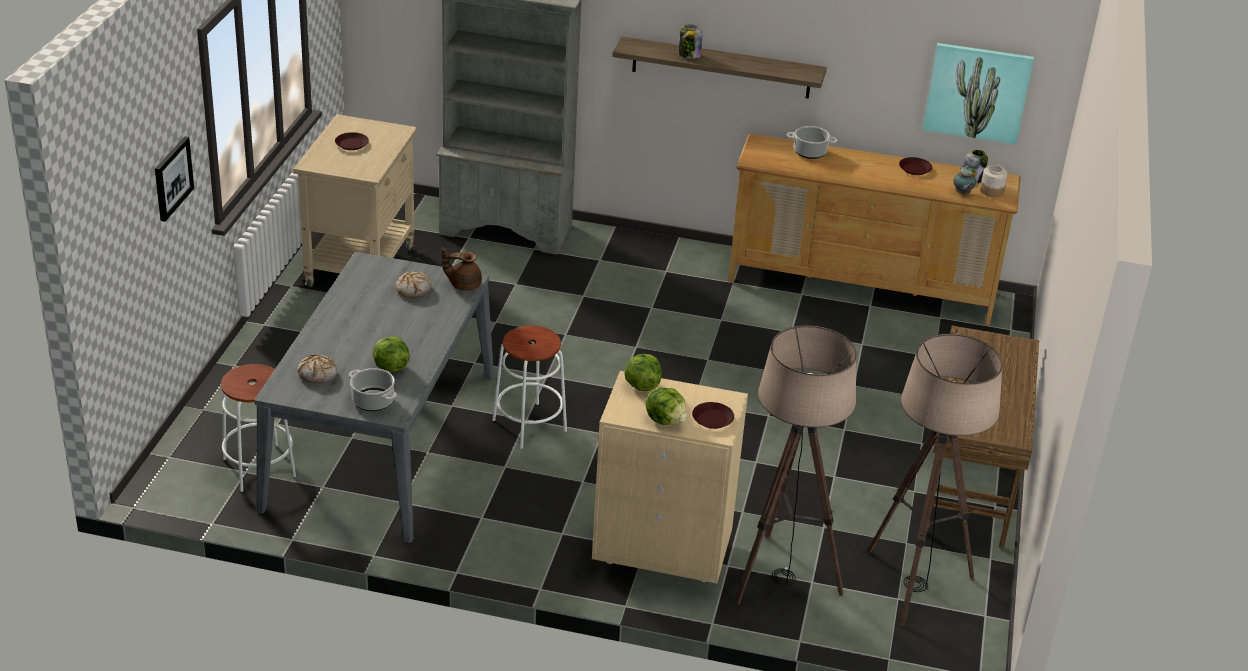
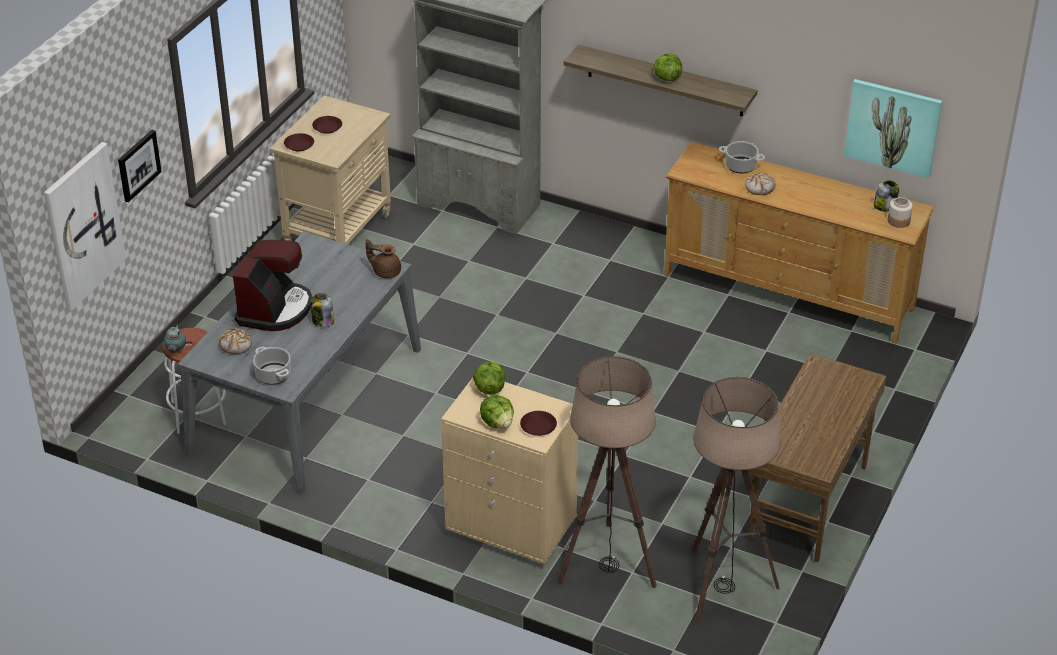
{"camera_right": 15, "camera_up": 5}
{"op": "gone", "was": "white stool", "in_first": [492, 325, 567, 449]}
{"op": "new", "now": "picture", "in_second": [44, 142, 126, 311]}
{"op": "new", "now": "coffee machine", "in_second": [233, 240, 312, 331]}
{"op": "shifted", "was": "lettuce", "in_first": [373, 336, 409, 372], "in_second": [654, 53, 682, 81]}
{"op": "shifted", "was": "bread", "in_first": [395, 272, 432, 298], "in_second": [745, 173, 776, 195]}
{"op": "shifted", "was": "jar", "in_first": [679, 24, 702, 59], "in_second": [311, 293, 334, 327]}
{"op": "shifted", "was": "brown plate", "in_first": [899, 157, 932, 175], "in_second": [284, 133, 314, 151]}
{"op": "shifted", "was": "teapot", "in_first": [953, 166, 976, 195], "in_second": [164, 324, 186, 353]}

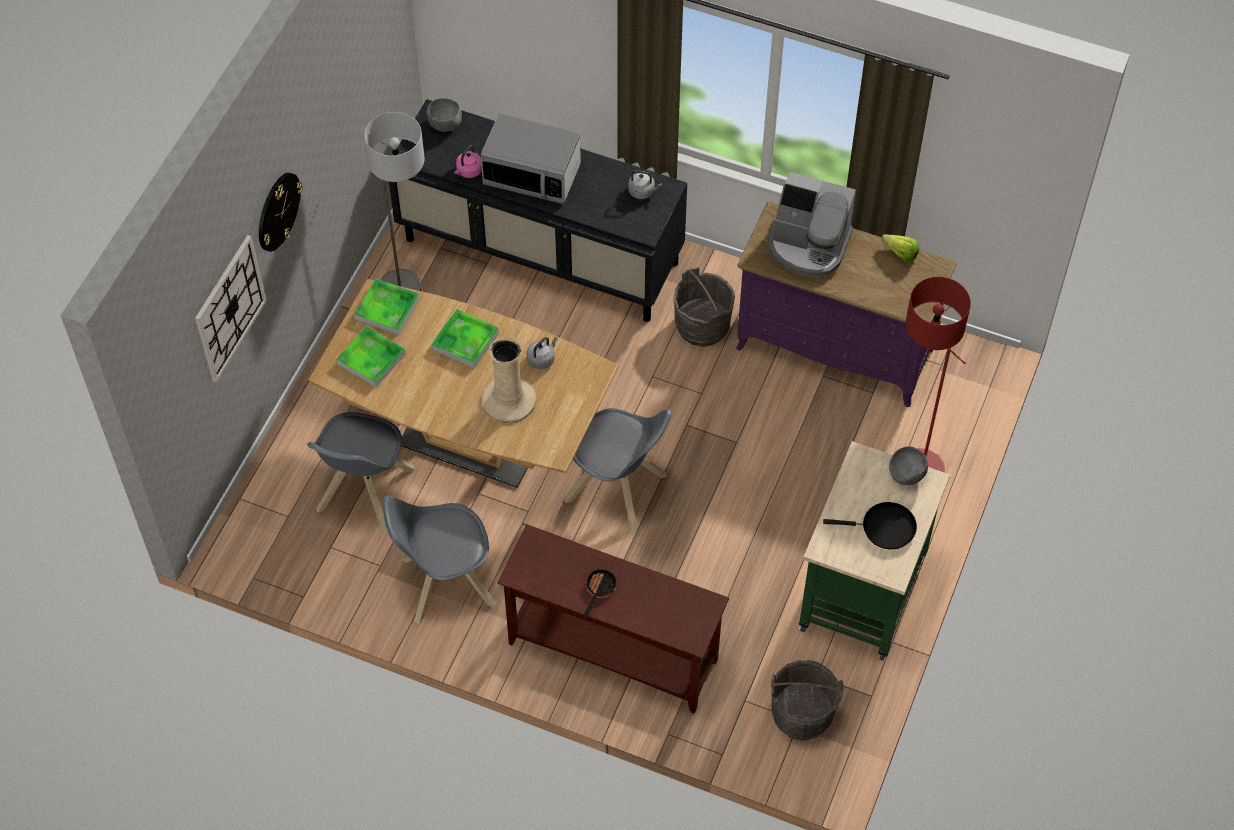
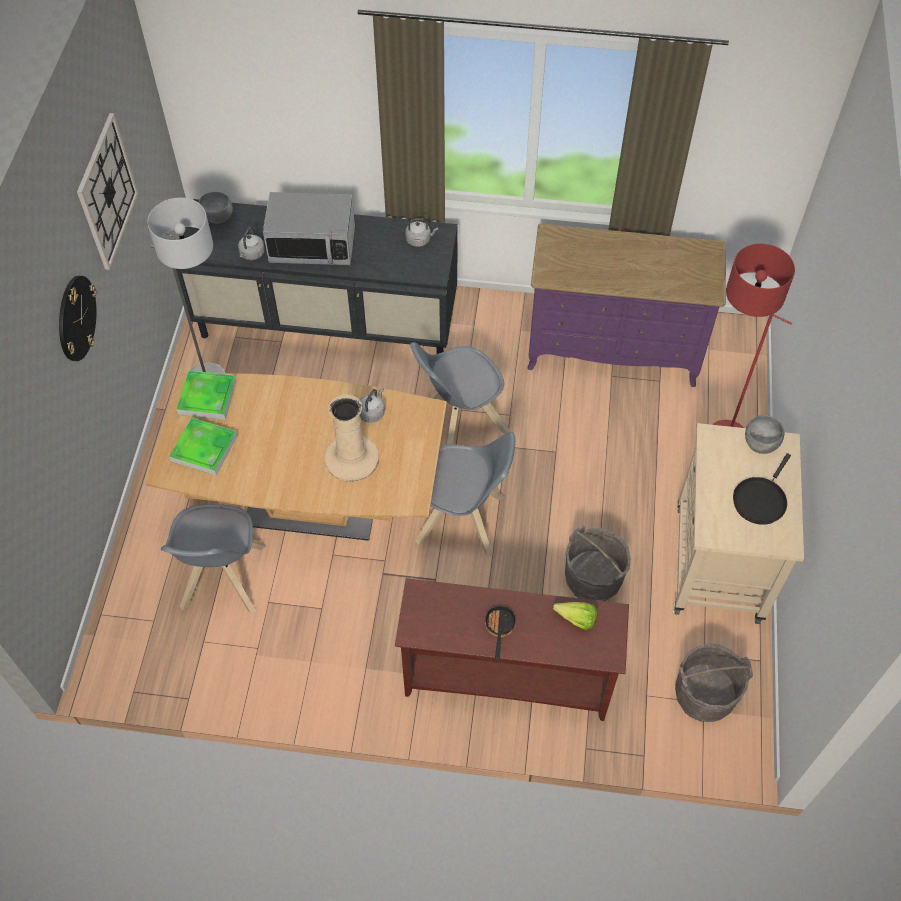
{"camera_right": -15, "camera_up": 0}
{"op": "gone", "was": "tray", "in_first": [432, 309, 499, 368]}
{"op": "gone", "was": "coffee machine", "in_first": [768, 172, 856, 277]}
{"op": "shifted", "was": "wall clock", "in_first": [195, 235, 267, 382], "in_second": [77, 113, 138, 270]}
{"op": "shifted", "was": "grey chair", "in_first": [383, 496, 497, 624], "in_second": [410, 342, 510, 445]}
{"op": "shifted", "was": "grey bucket", "in_first": [673, 267, 735, 347], "in_second": [565, 525, 631, 601]}
{"op": "shifted", "was": "lettuce", "in_first": [881, 235, 919, 262], "in_second": [553, 602, 597, 630]}
{"op": "repainted", "was": "pink kettle", "now": "grey kettle", "in_first": [454, 145, 482, 178], "in_second": [238, 227, 265, 260]}
{"op": "repainted", "was": "green cart", "now": "beige cart", "in_first": [799, 441, 950, 661], "in_second": [673, 423, 804, 624]}
{"op": "rotated", "was": "black frying pan", "in_first": [823, 502, 917, 549], "in_second": [733, 453, 791, 525], "clockwise": 135}

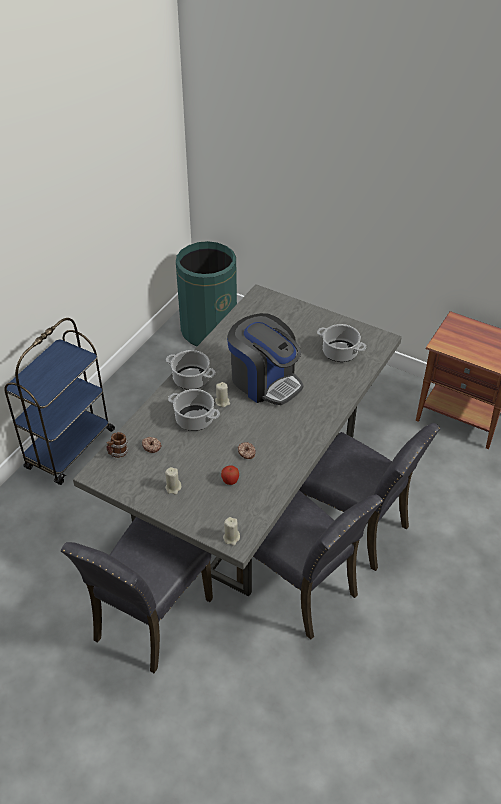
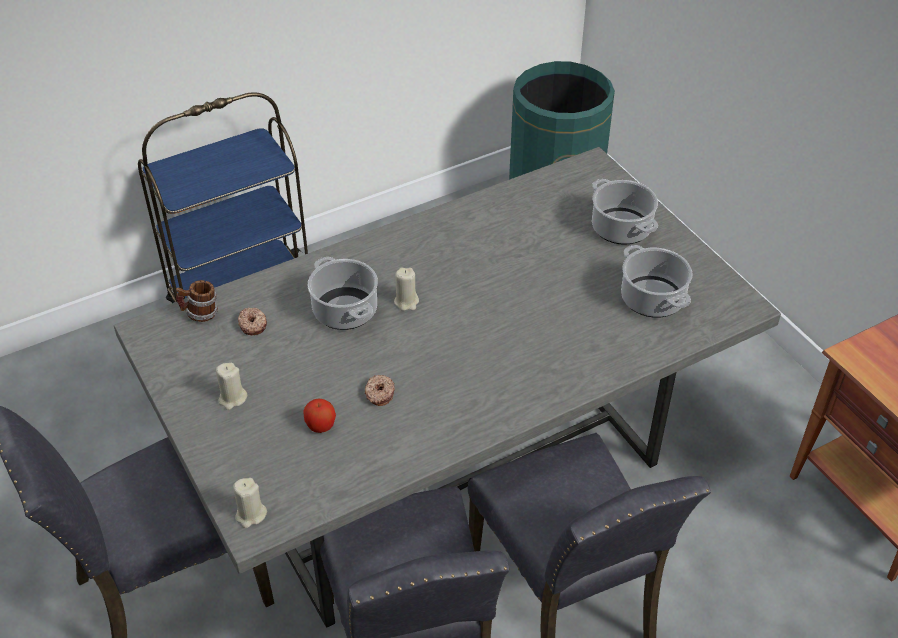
{"camera_right": 30, "camera_up": 0}
{"op": "gone", "was": "coffee machine", "in_first": [227, 313, 303, 405]}
{"op": "shifted", "was": "cooking pot", "in_first": [166, 350, 216, 390], "in_second": [592, 179, 658, 245]}

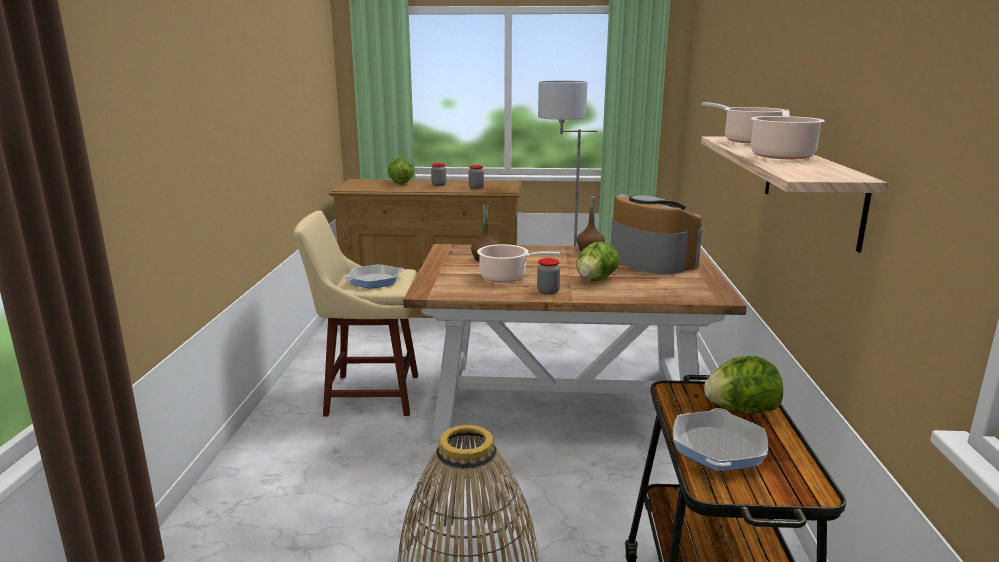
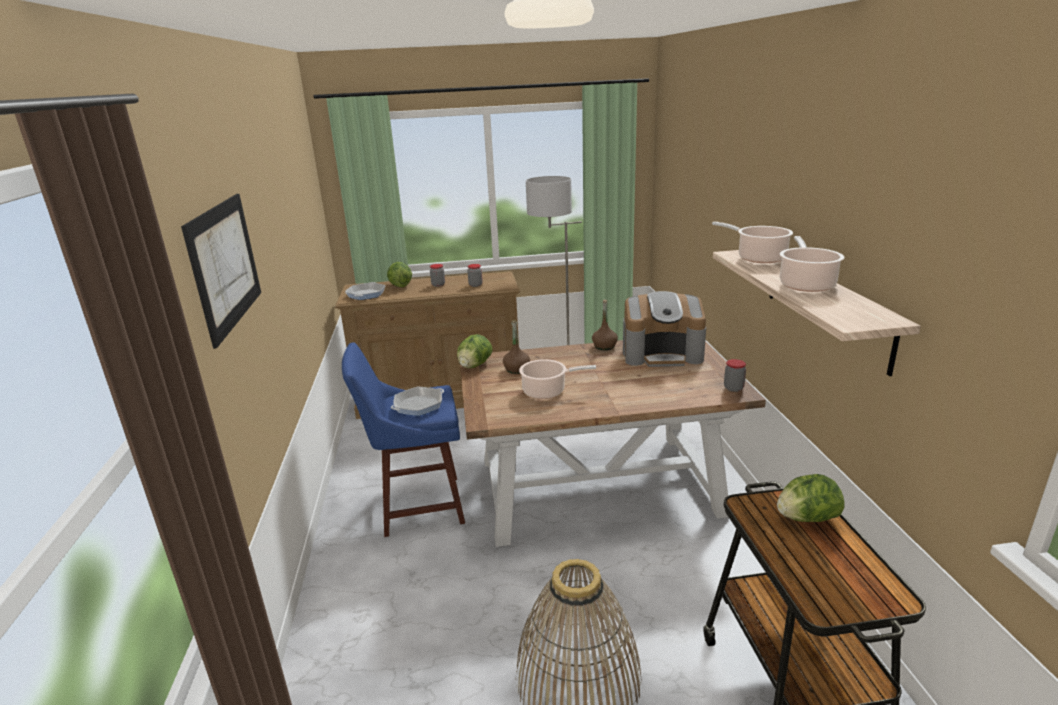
{"camera_right": -10, "camera_up": 5}
{"op": "new", "now": "picture", "in_second": [181, 194, 261, 349]}
{"op": "shifted", "was": "jar", "in_first": [537, 258, 560, 295], "in_second": [724, 359, 746, 392]}
{"op": "shifted", "was": "lettuce", "in_first": [576, 242, 620, 281], "in_second": [457, 334, 493, 368]}
{"op": "shifted", "was": "frying pan", "in_first": [673, 408, 768, 471], "in_second": [345, 282, 386, 300]}
{"op": "repainted", "was": "beige stool", "now": "blue stool", "in_first": [293, 211, 418, 416], "in_second": [342, 342, 465, 537]}
{"op": "rotated", "was": "coffee machine", "in_first": [610, 194, 703, 274], "in_second": [623, 291, 706, 367], "clockwise": 135}

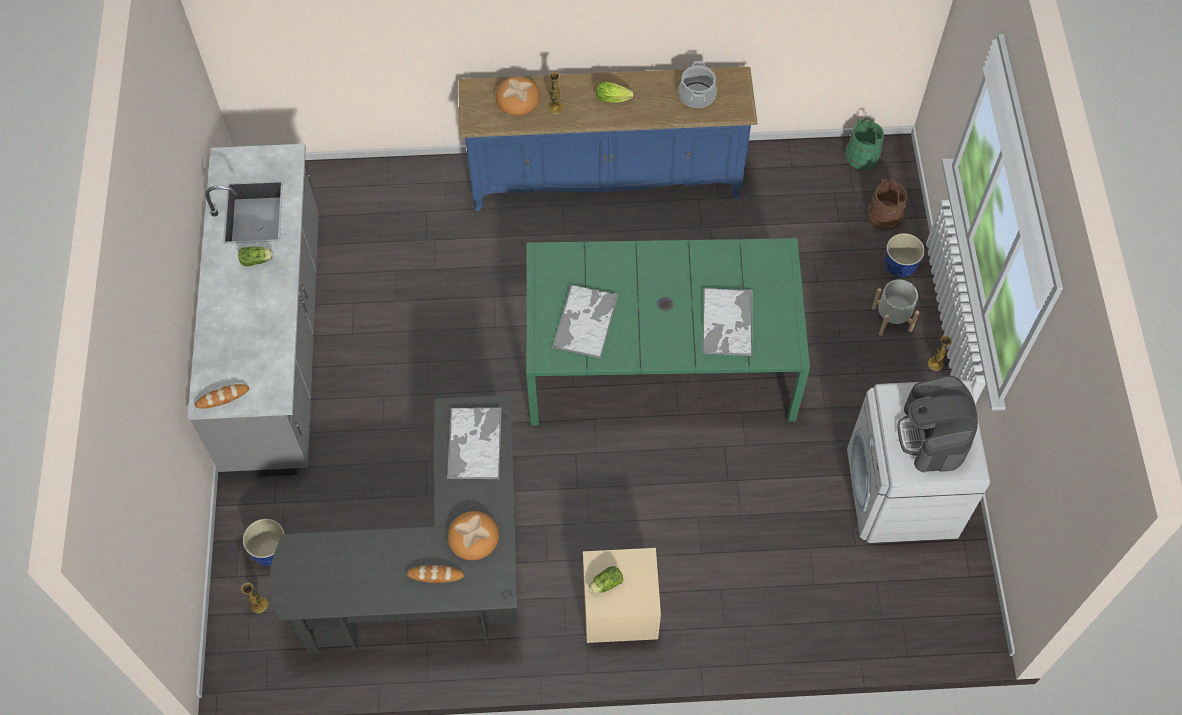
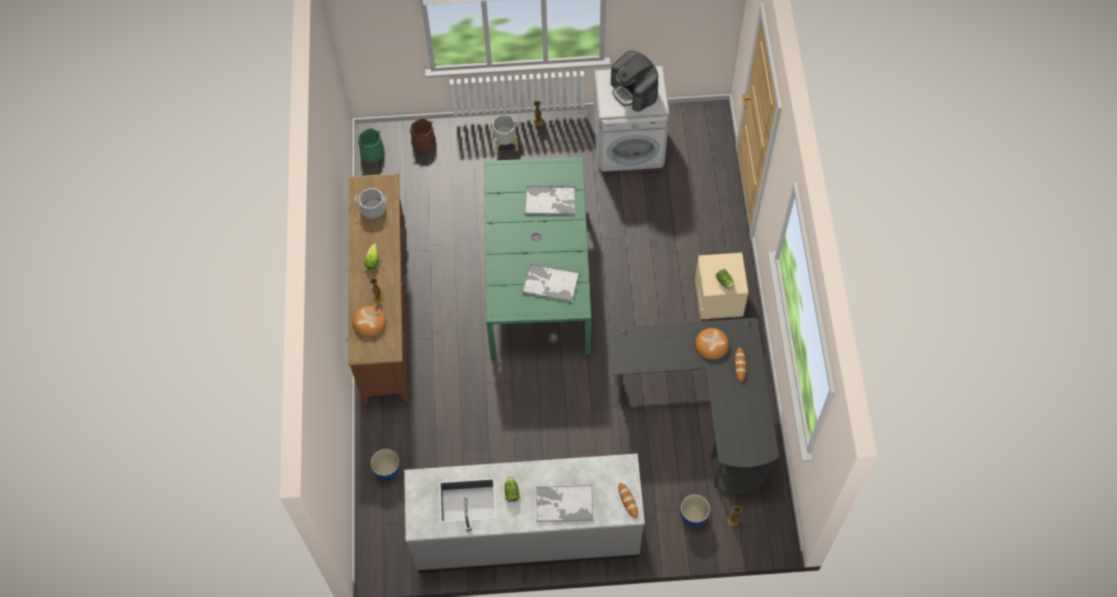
{"camera_right": -90, "camera_up": 0}
{"op": "shifted", "was": "tray", "in_first": [447, 408, 501, 479], "in_second": [536, 485, 594, 522]}
{"op": "shifted", "was": "planter", "in_first": [884, 233, 925, 277], "in_second": [370, 449, 400, 481]}
{"op": "repainted", "was": "blue cabinet", "now": "brown cabinet", "in_first": [459, 67, 758, 211], "in_second": [346, 173, 410, 404]}
{"op": "rotated", "was": "coffee machine", "in_first": [897, 375, 978, 472], "in_second": [611, 51, 658, 112], "clockwise": 60}

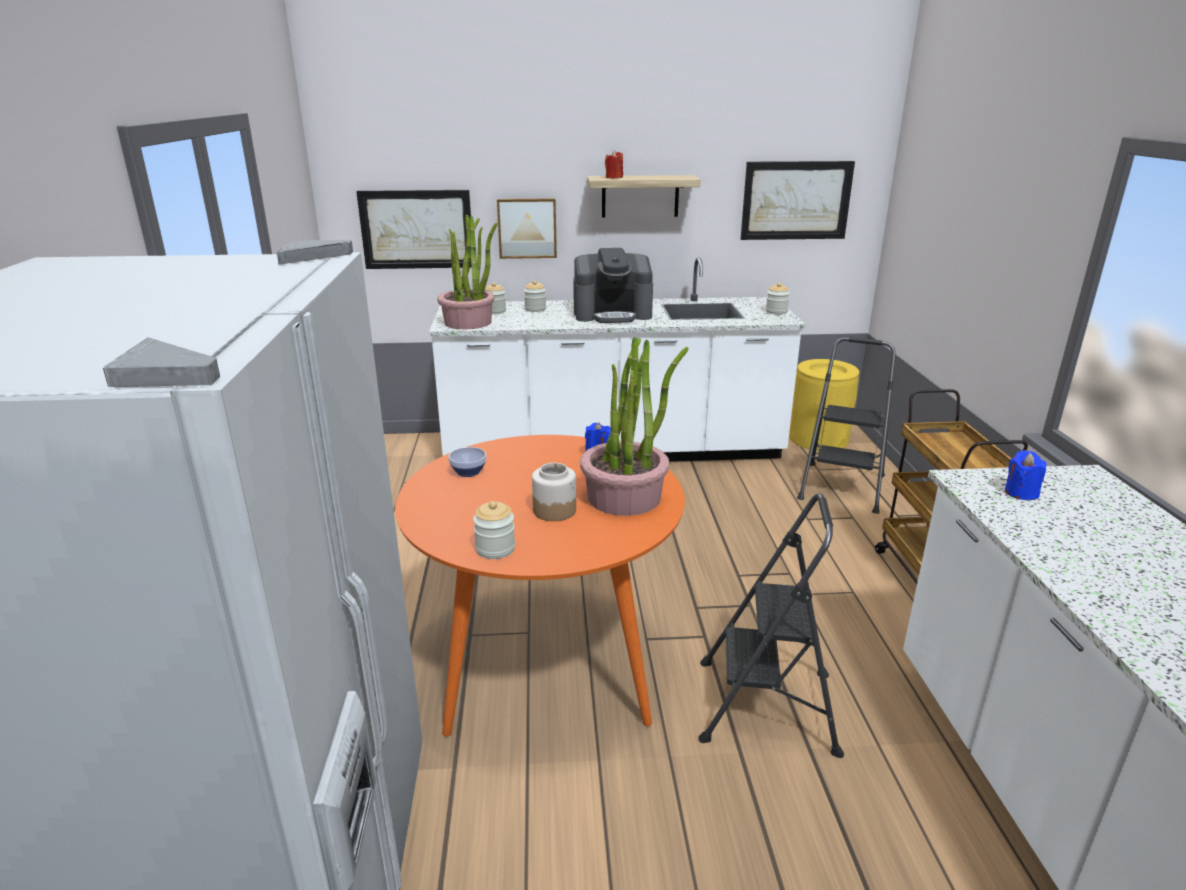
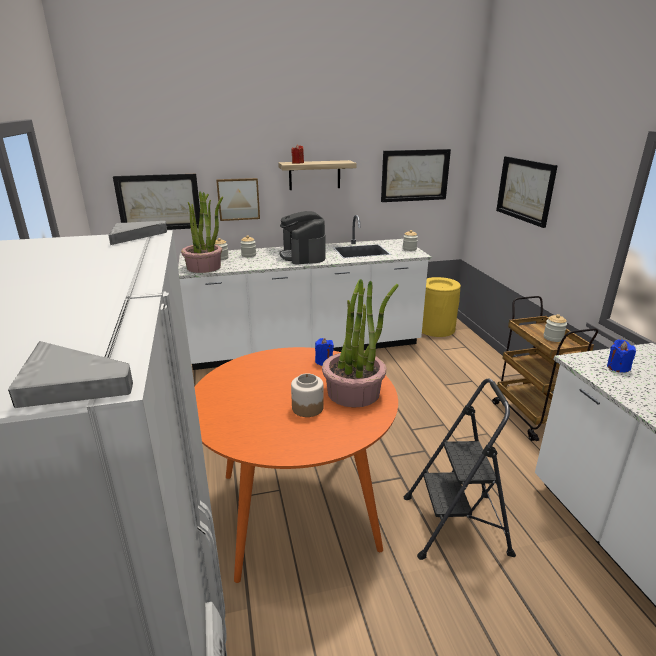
{"camera_right": -10, "camera_up": 0}
{"op": "gone", "was": "bowl", "in_first": [449, 447, 487, 477]}
{"op": "gone", "was": "black step ladder", "in_first": [797, 337, 896, 514]}
{"op": "new", "now": "picture", "in_second": [496, 156, 558, 228]}
{"op": "shifted", "was": "jar", "in_first": [473, 501, 515, 559], "in_second": [543, 314, 567, 342]}
{"op": "rotated", "was": "coffee machine", "in_first": [573, 248, 653, 323], "in_second": [280, 211, 325, 265], "clockwise": 90}

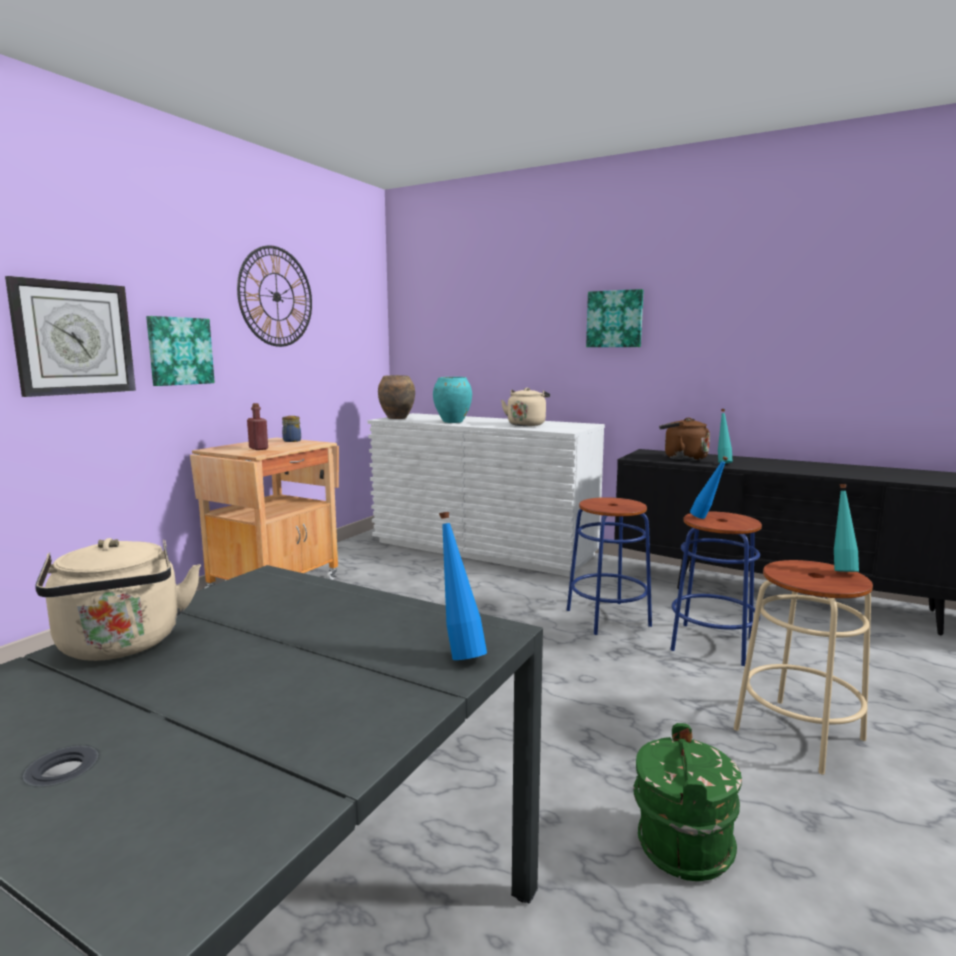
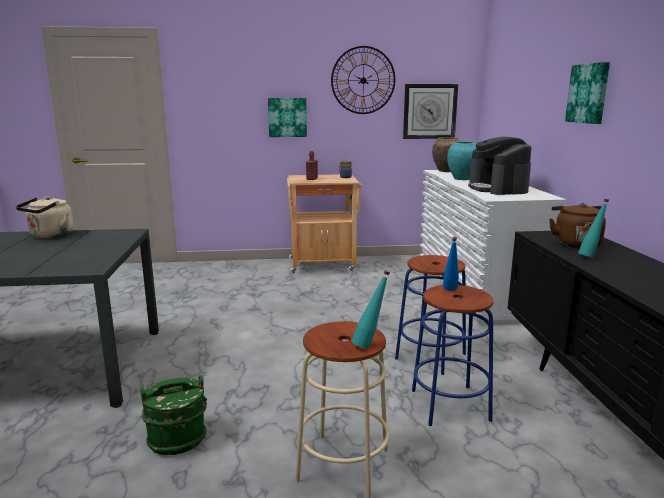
{"camera_right": 55, "camera_up": 5}
{"op": "gone", "was": "blue bottle", "in_first": [439, 512, 487, 660]}
{"op": "shifted", "was": "wall clock", "in_first": [5, 276, 136, 397], "in_second": [403, 84, 458, 139]}
{"op": "swapped", "was": "beige kettle", "now": "coffee machine", "in_first": [501, 387, 550, 426], "in_second": [468, 136, 531, 195]}

